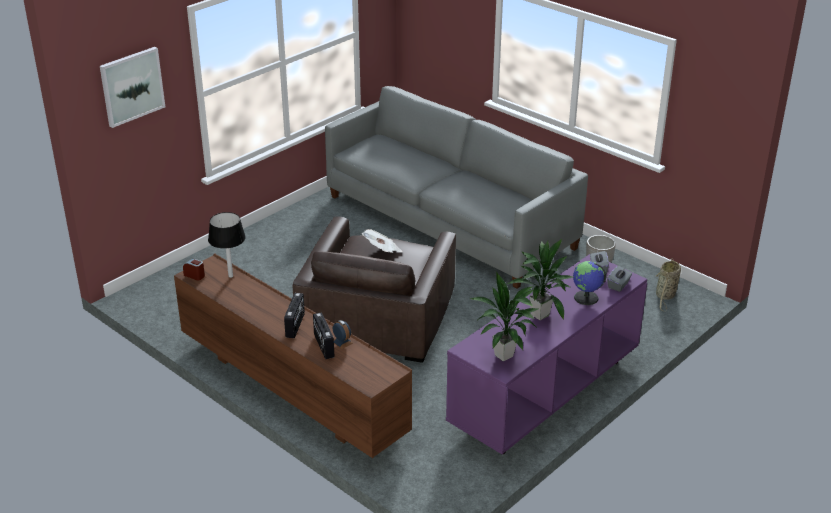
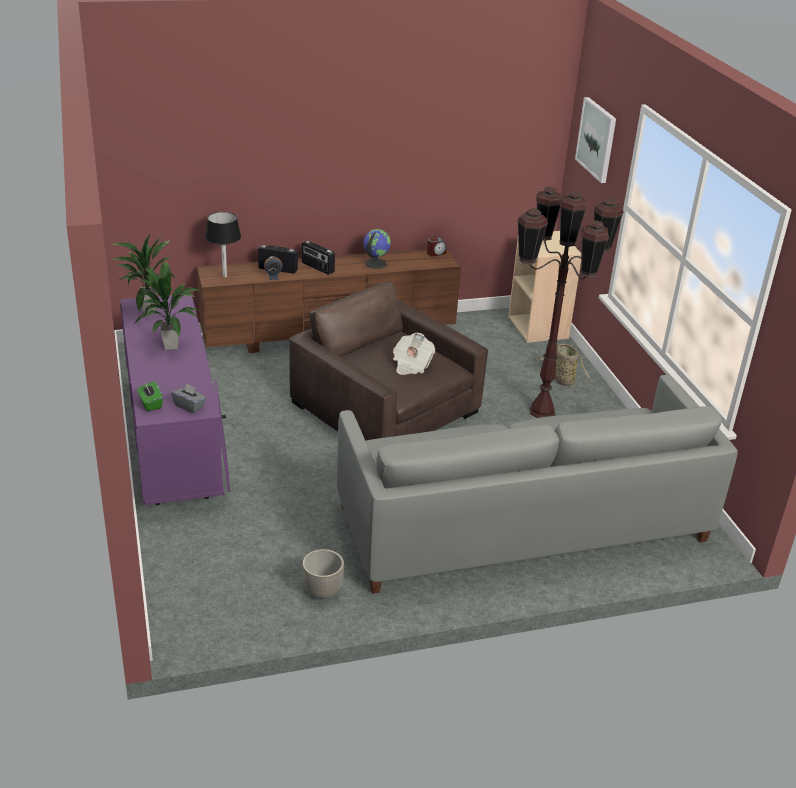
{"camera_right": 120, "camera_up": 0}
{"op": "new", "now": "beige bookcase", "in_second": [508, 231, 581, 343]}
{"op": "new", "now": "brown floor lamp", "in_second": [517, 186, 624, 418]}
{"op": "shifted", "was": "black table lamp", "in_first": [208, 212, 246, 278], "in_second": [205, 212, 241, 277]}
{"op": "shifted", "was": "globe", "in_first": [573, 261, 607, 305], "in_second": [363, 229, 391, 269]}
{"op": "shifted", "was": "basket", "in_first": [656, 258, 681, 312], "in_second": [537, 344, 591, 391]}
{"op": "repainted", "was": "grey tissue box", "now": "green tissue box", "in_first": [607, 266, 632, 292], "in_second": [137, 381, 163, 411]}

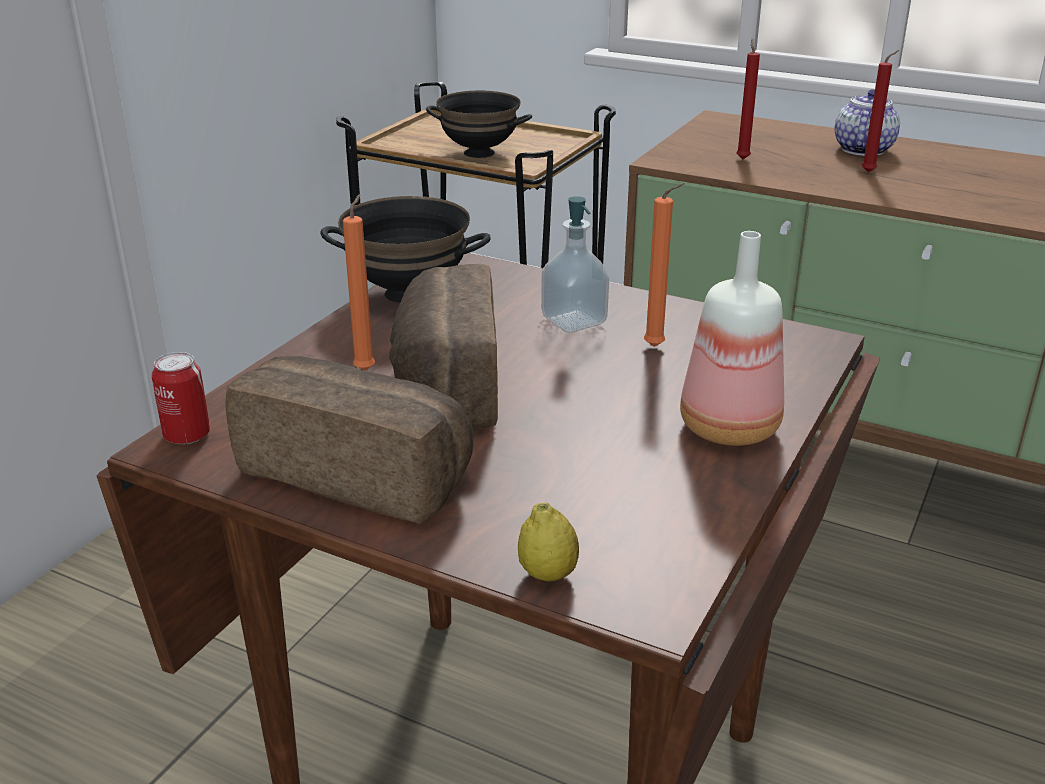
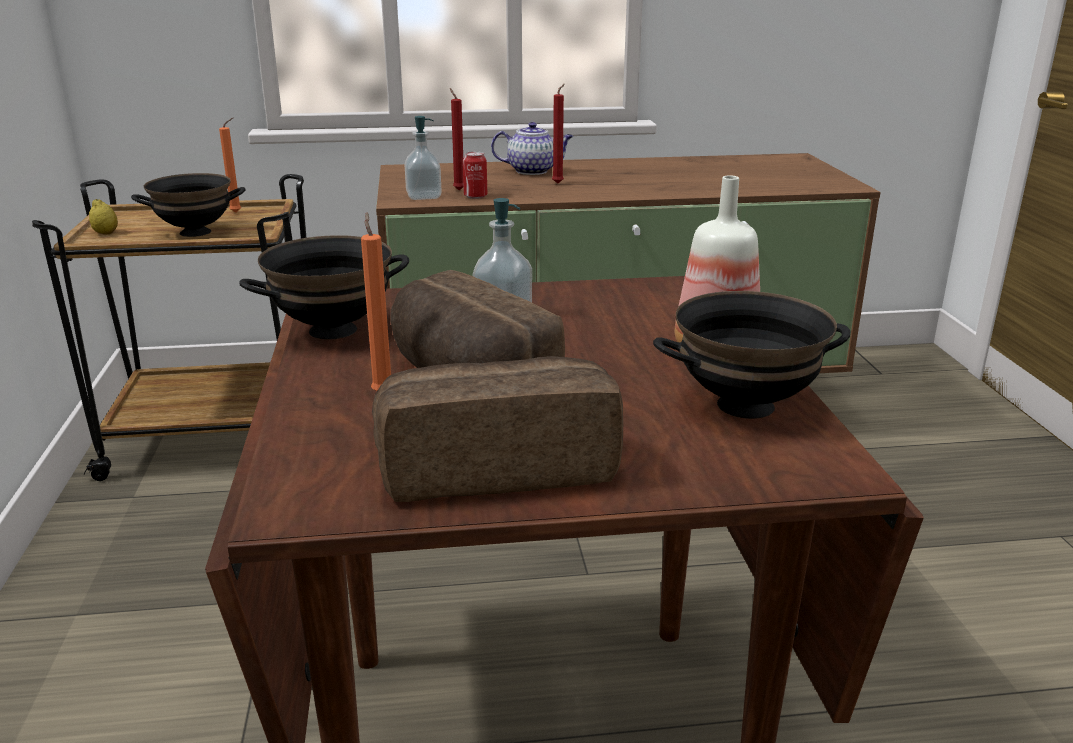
{"camera_right": -35, "camera_up": -5}
{"op": "new", "now": "soap dispenser", "in_second": [405, 116, 442, 200]}
{"op": "new", "now": "black bowl", "in_second": [653, 291, 850, 419]}
{"op": "shifted", "was": "can", "in_first": [152, 352, 210, 445], "in_second": [463, 151, 487, 199]}
{"op": "shifted", "was": "lemon", "in_first": [518, 502, 579, 582], "in_second": [89, 199, 118, 234]}
{"op": "shifted", "was": "orange candle", "in_first": [644, 183, 684, 347], "in_second": [219, 118, 241, 213]}
{"op": "rotated", "was": "teapot", "in_first": [835, 89, 900, 156], "in_second": [491, 122, 573, 175], "clockwise": 105}

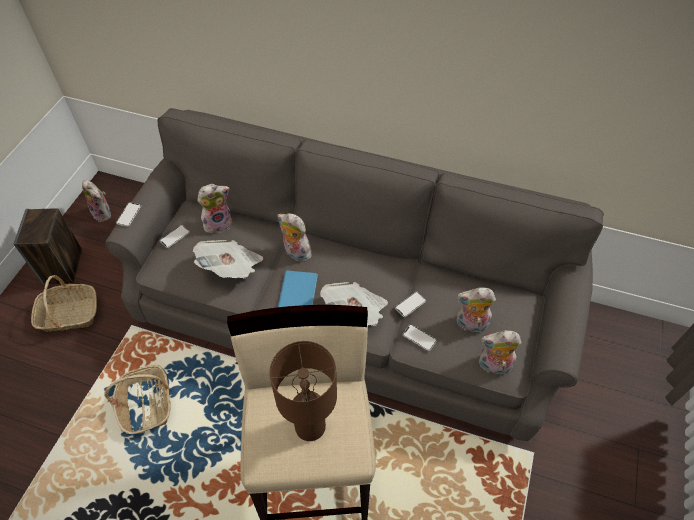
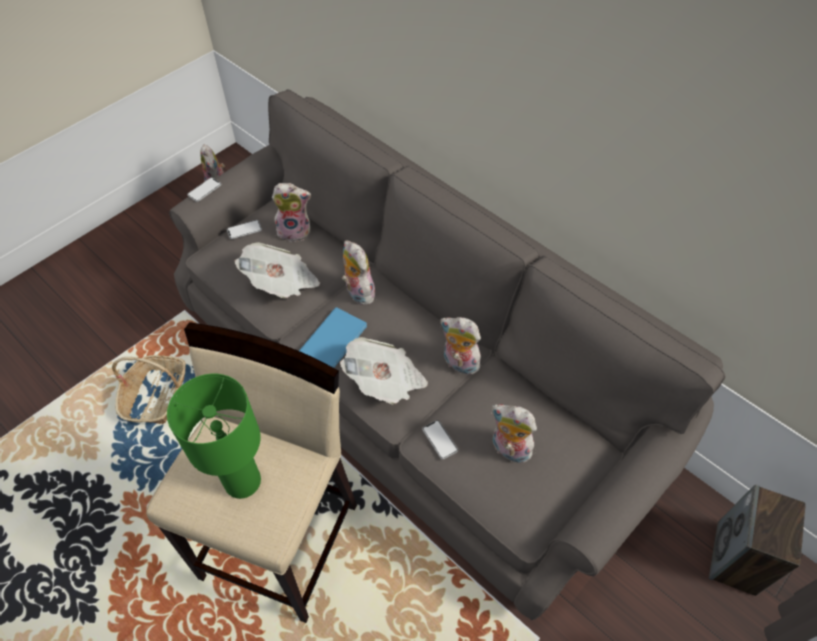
{"camera_right": 25, "camera_up": 0}
{"op": "gone", "was": "basket", "in_first": [31, 275, 97, 332]}
{"op": "gone", "was": "phone", "in_first": [395, 292, 426, 317]}
{"op": "shifted", "was": "speaker", "in_first": [14, 208, 82, 285], "in_second": [709, 485, 806, 596]}
{"op": "shifted", "was": "plush toy", "in_first": [479, 330, 522, 374], "in_second": [440, 317, 481, 375]}
{"op": "repainted", "was": "brown table lamp", "now": "green table lamp", "in_first": [269, 341, 337, 441], "in_second": [167, 374, 261, 499]}

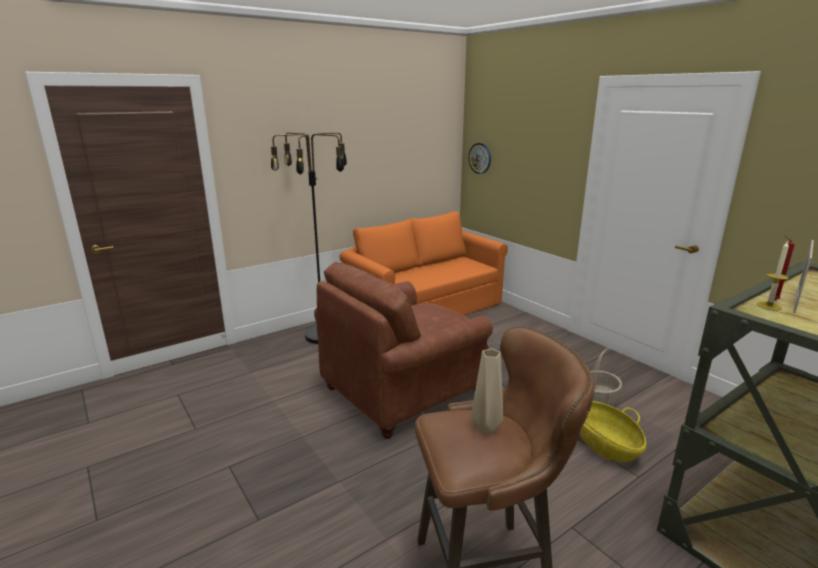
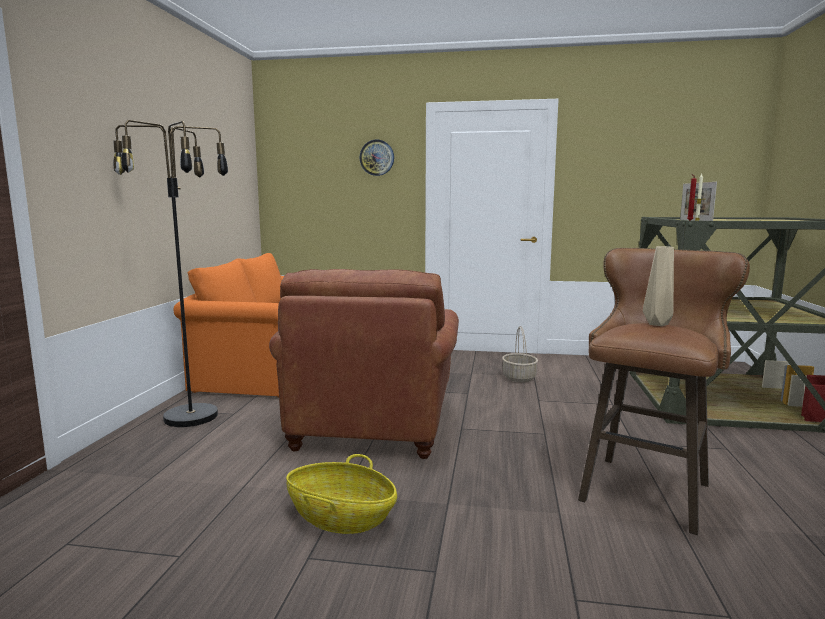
{"camera_right": -45, "camera_up": -10}
{"op": "shifted", "was": "wall clock", "in_first": [468, 143, 491, 174], "in_second": [360, 140, 394, 176]}
{"op": "shifted", "was": "basket", "in_first": [580, 401, 646, 462], "in_second": [286, 454, 397, 534]}

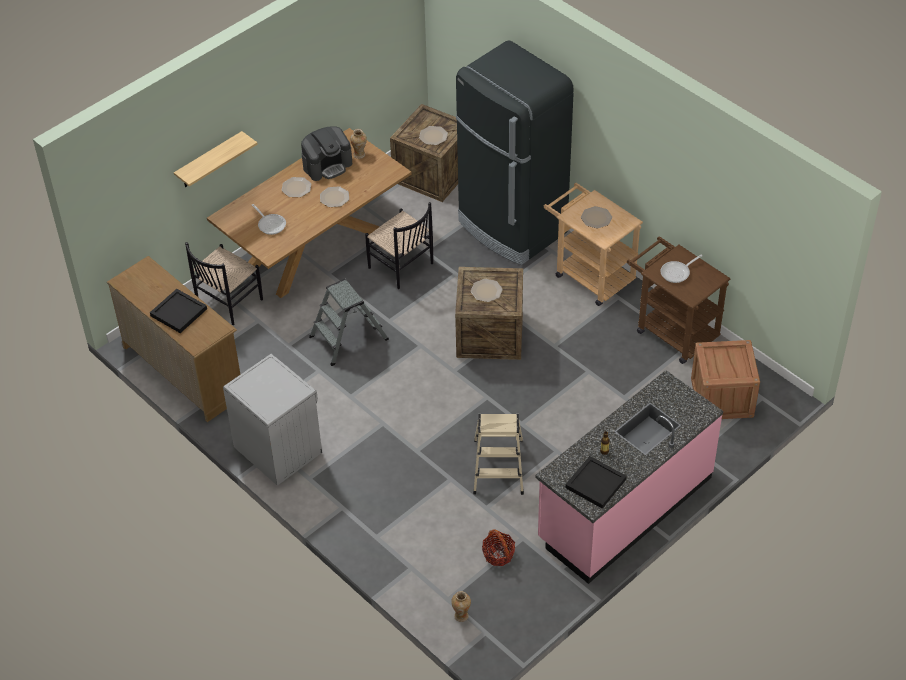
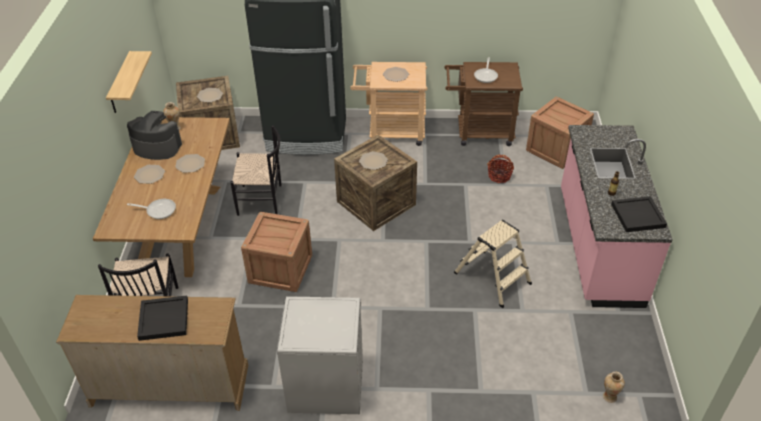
{"camera_right": -45, "camera_up": -5}
{"op": "shifted", "was": "shelf", "in_first": [174, 131, 257, 187], "in_second": [106, 51, 152, 113]}
{"op": "shifted", "was": "basket", "in_first": [482, 530, 515, 566], "in_second": [487, 155, 514, 183]}
{"op": "swapped", "was": "grey step ladder", "now": "crate", "in_first": [309, 279, 389, 366], "in_second": [241, 212, 312, 292]}
{"op": "rotated", "was": "coffee machine", "in_first": [301, 126, 352, 181], "in_second": [127, 111, 182, 160], "clockwise": -90}

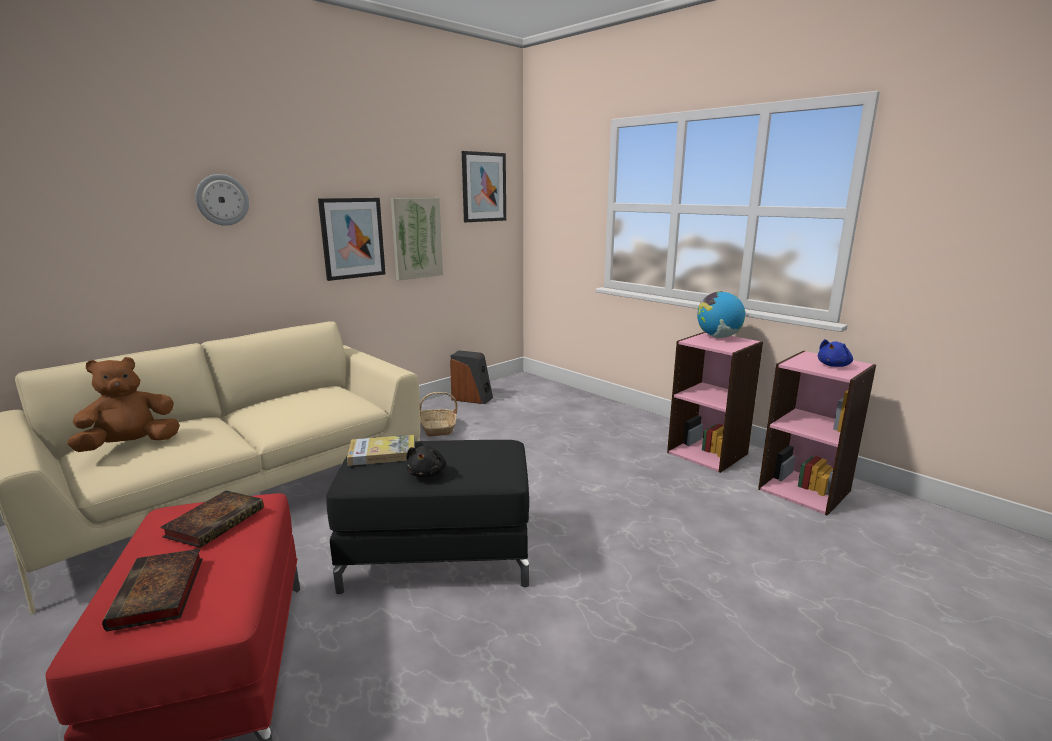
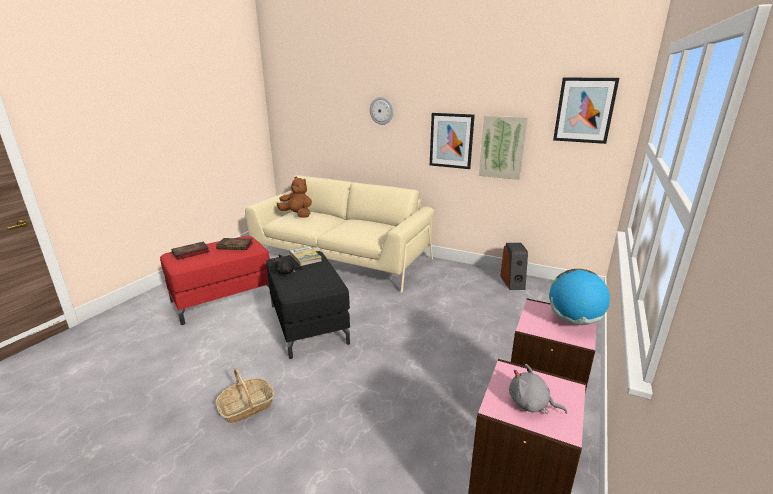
{"camera_right": 70, "camera_up": 5}
{"op": "shifted", "was": "basket", "in_first": [420, 392, 458, 436], "in_second": [215, 368, 275, 424]}
{"op": "repainted", "was": "blue plush toy", "now": "grey plush toy", "in_first": [818, 339, 853, 367], "in_second": [509, 364, 567, 414]}

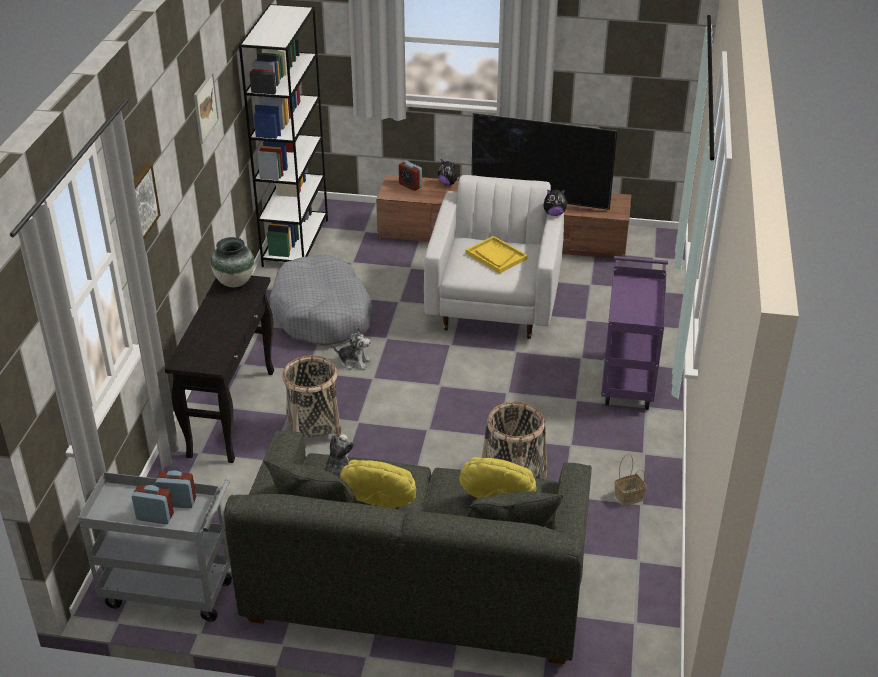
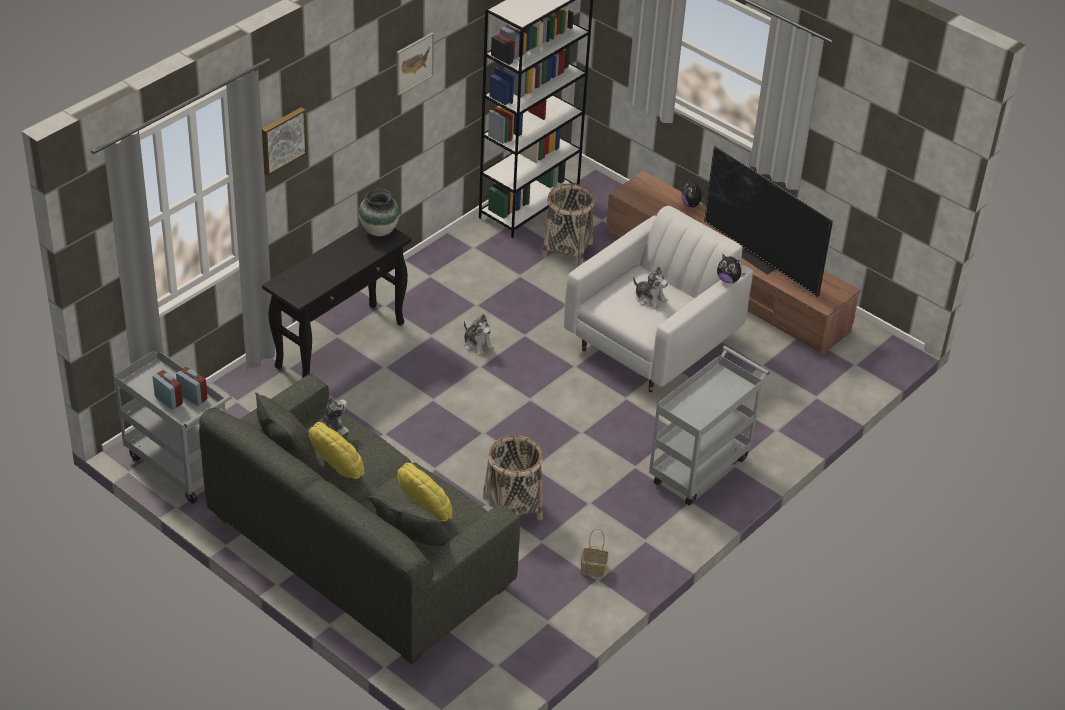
{"camera_right": 30, "camera_up": 5}
{"op": "gone", "was": "grey dog bed", "in_first": [270, 254, 373, 346]}
{"op": "gone", "was": "alarm clock", "in_first": [399, 161, 422, 191]}
{"op": "shifted", "was": "basket", "in_first": [282, 355, 342, 439], "in_second": [542, 184, 595, 266]}
{"op": "swapped", "was": "yellow tray", "now": "plush toy", "in_first": [466, 236, 527, 274], "in_second": [633, 267, 668, 310]}
{"op": "repainted", "was": "purple cart", "now": "grey cart", "in_first": [601, 256, 668, 410], "in_second": [649, 345, 770, 505]}

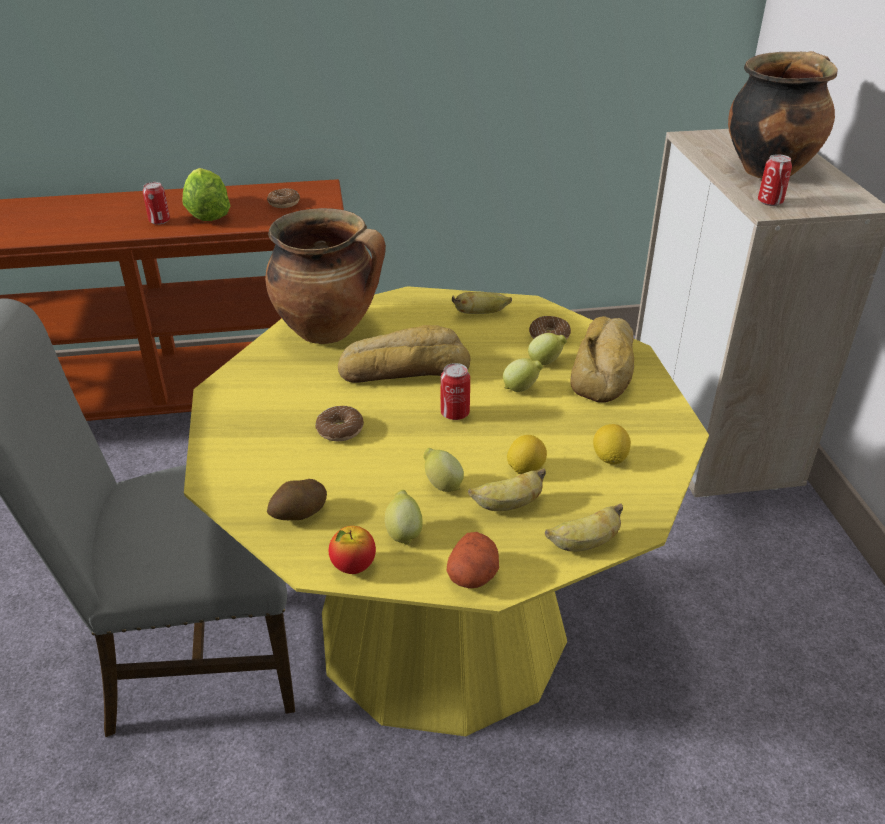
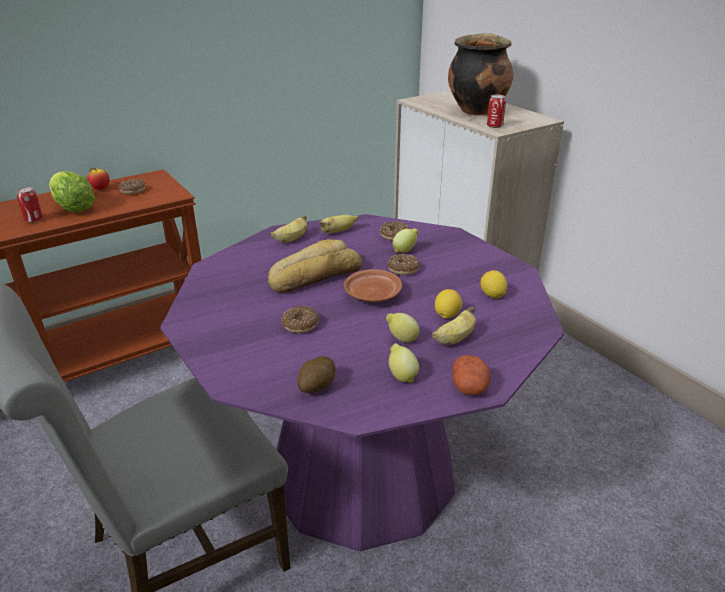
{"camera_right": -25, "camera_up": -5}
{"op": "gone", "was": "cooking pot", "in_first": [265, 208, 386, 344]}
{"op": "gone", "was": "bread", "in_first": [570, 316, 634, 403]}
{"op": "shifted", "was": "apple", "in_first": [329, 526, 376, 574], "in_second": [87, 167, 110, 190]}
{"op": "shifted", "was": "banana", "in_first": [545, 503, 623, 552], "in_second": [270, 215, 308, 243]}
{"op": "swapped", "was": "can", "now": "brown plate", "in_first": [441, 363, 470, 420], "in_second": [344, 269, 402, 302]}
{"op": "swapped", "was": "lemon", "now": "donut", "in_first": [503, 358, 543, 392], "in_second": [387, 254, 420, 275]}
{"op": "repainted", "was": "yellow dining table", "now": "purple dining table", "in_first": [184, 286, 709, 736], "in_second": [160, 214, 564, 551]}

